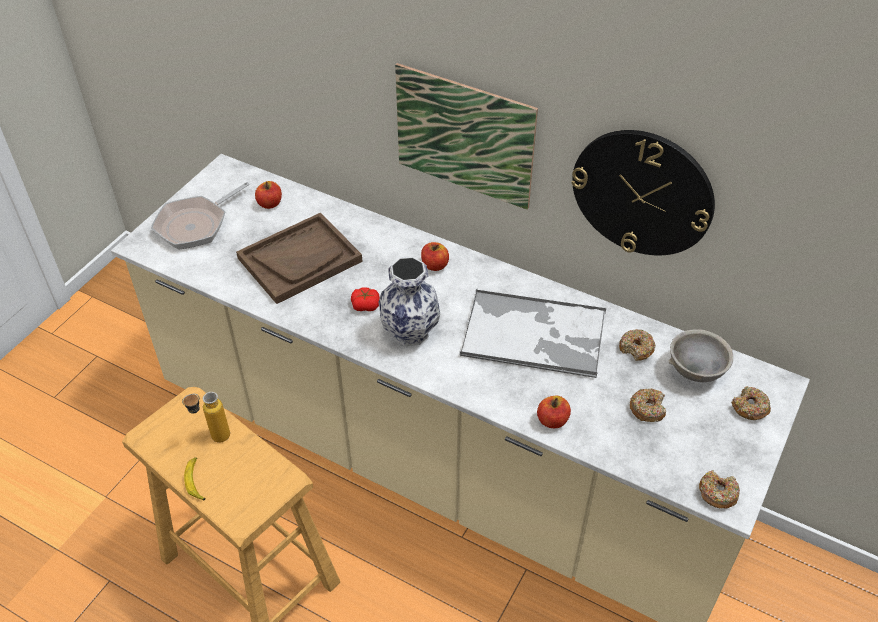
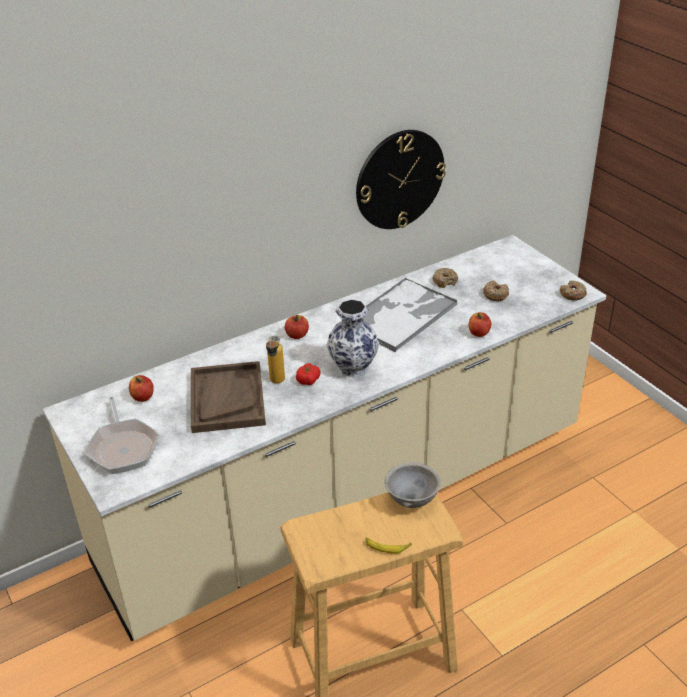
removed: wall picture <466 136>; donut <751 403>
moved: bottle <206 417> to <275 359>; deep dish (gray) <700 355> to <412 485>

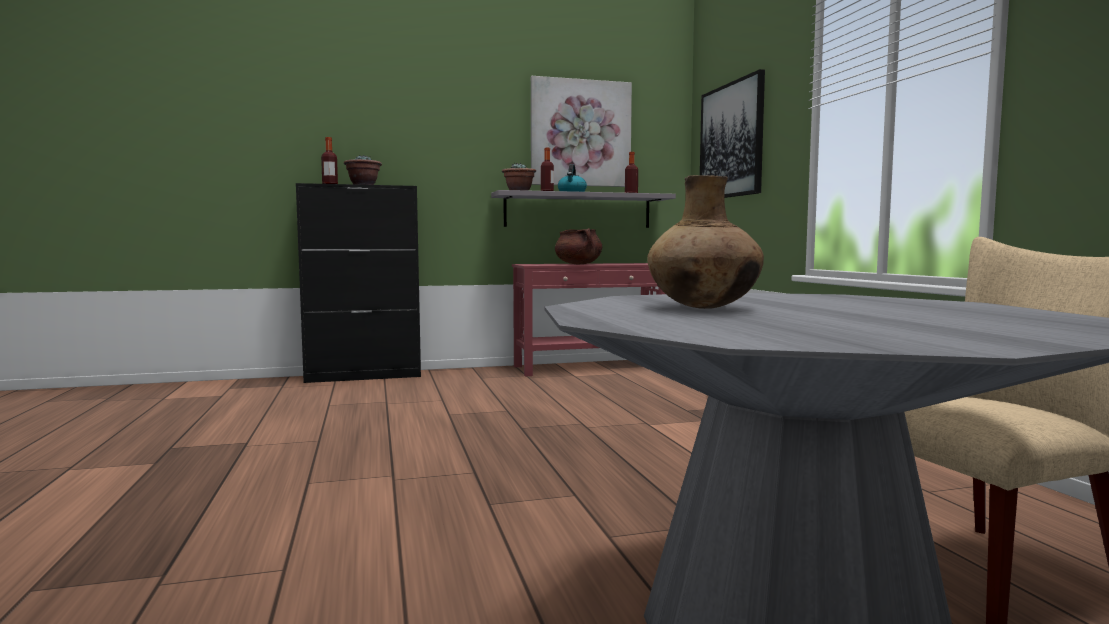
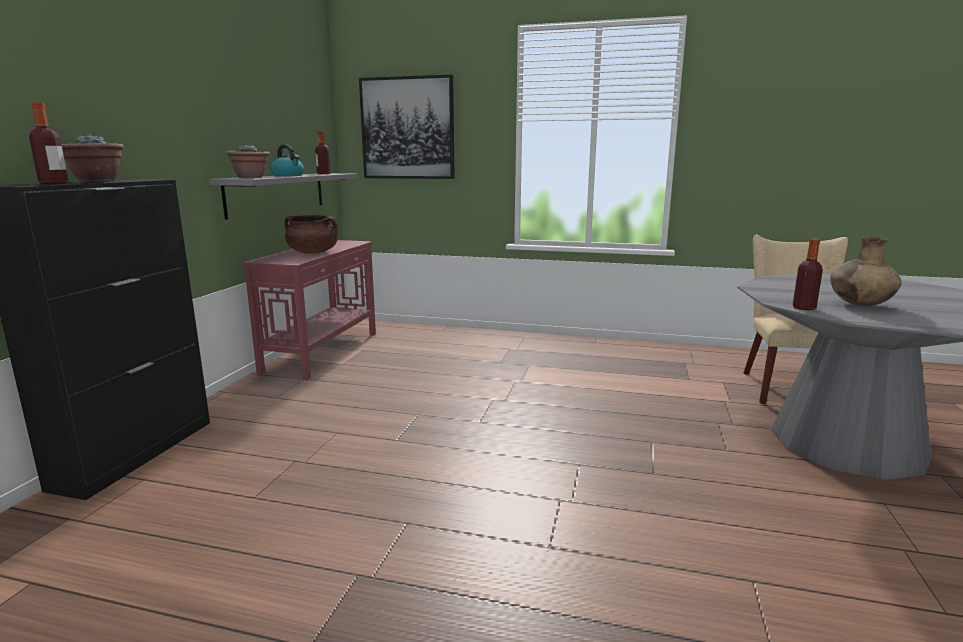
removed: wall picture <581 131>
moved: bottle <547 169> to <808 274>

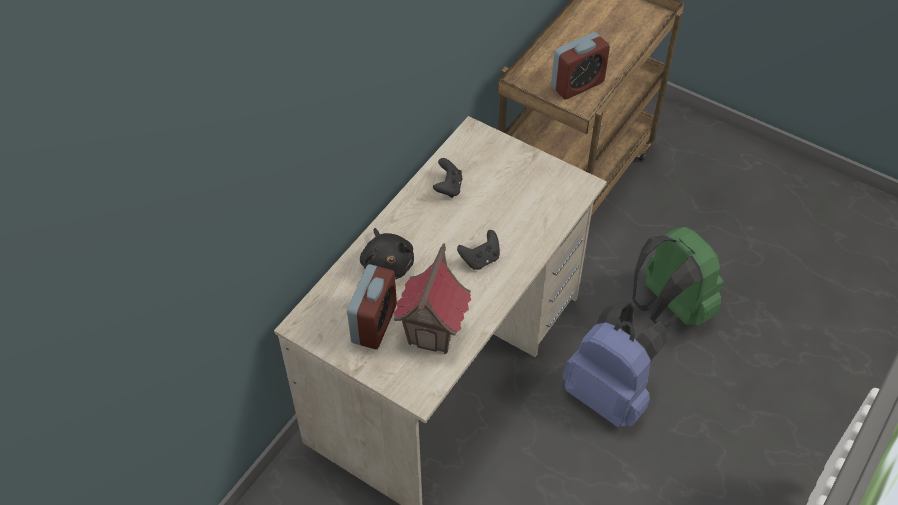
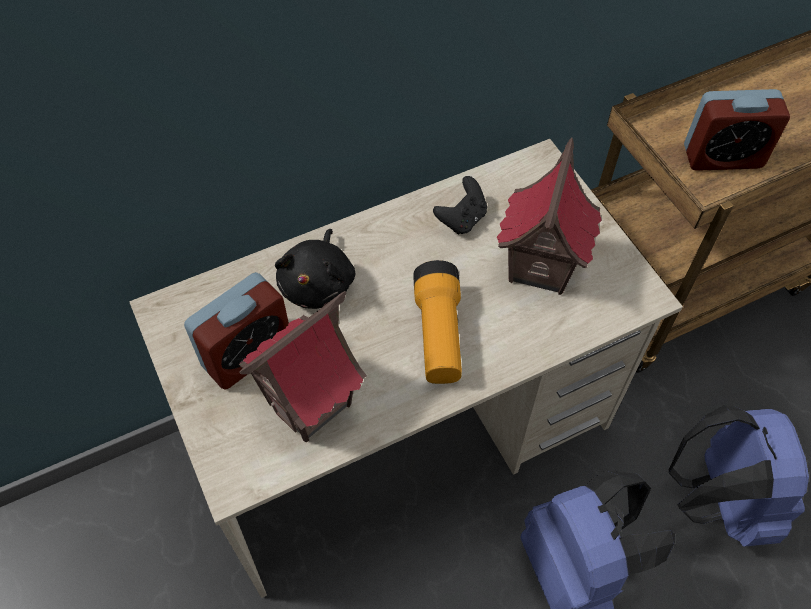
added: model house <549 216>
replaced: game controller (blackish) <478 250> to flashlight <437 322>
recoloured: backpack (greenish) <678 277> to backpack (blue-coloured) <739 476>

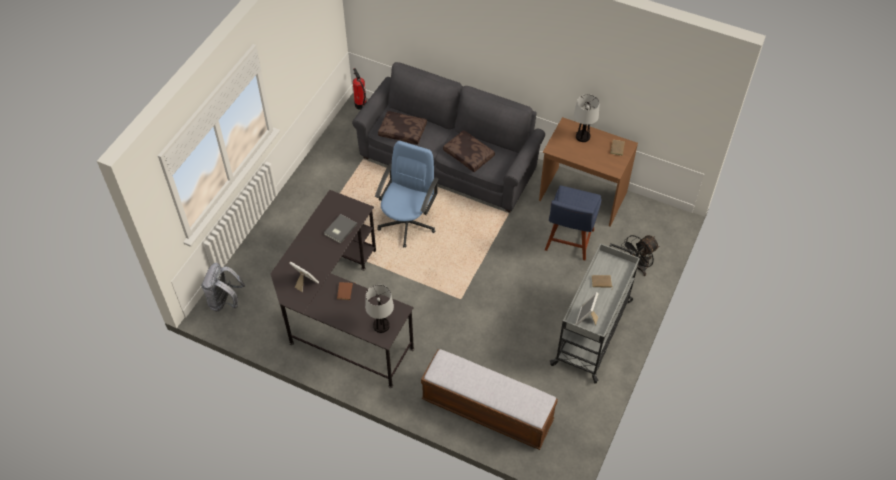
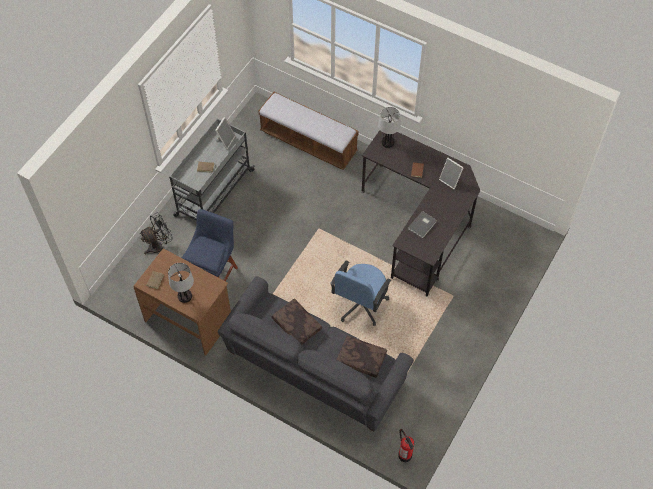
removed: backpack (gray) <223 287>

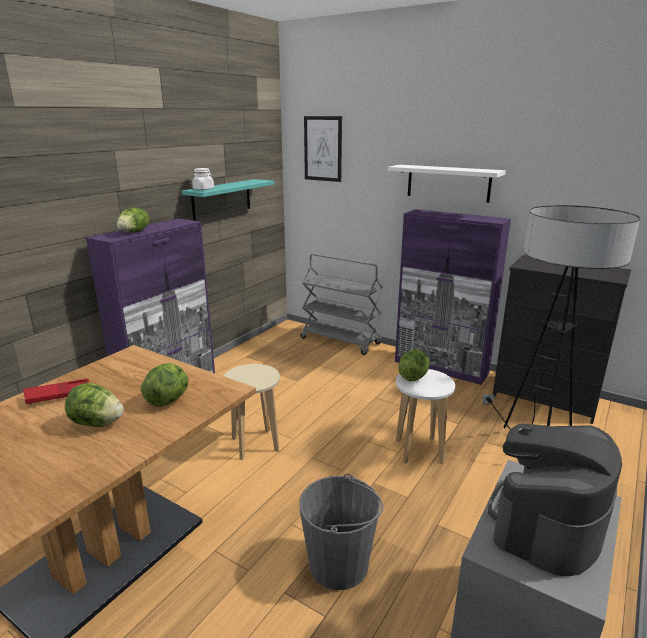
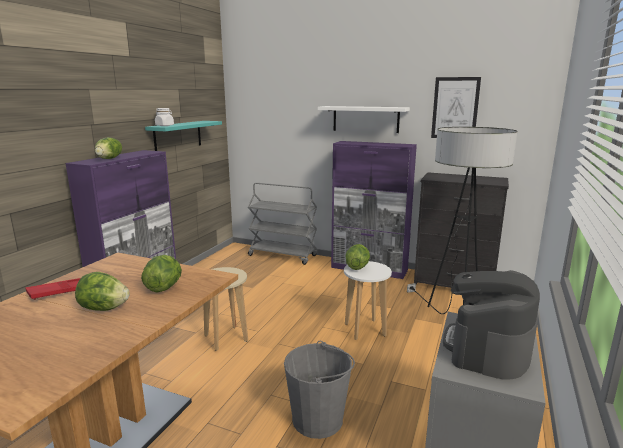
moved: wall picture <323 149> to <456 107>

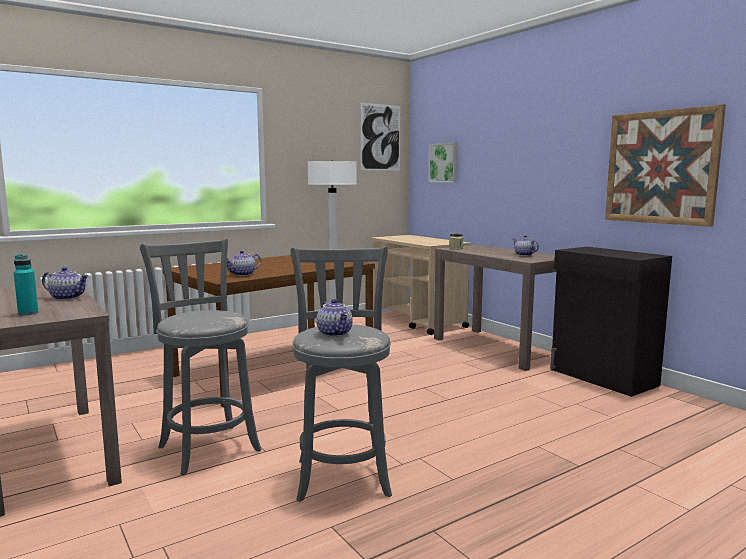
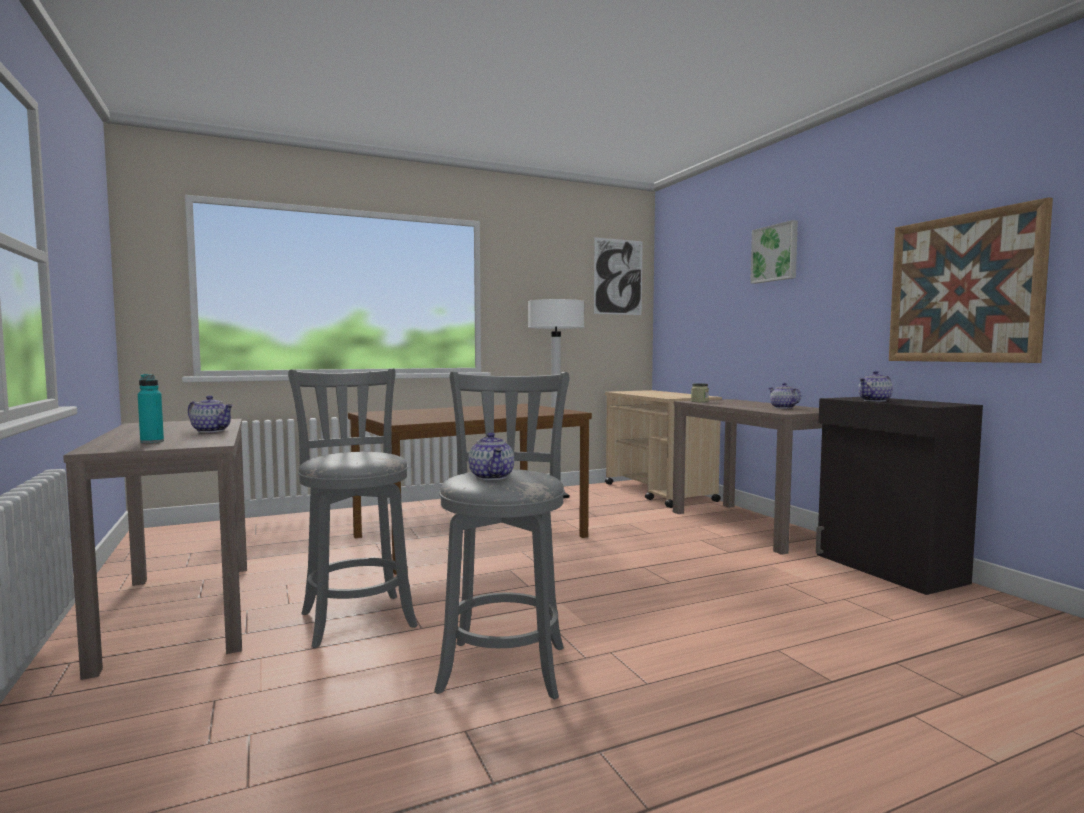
moved: wall picture <443 162> to <774 252>; tea pot <244 263> to <875 386>

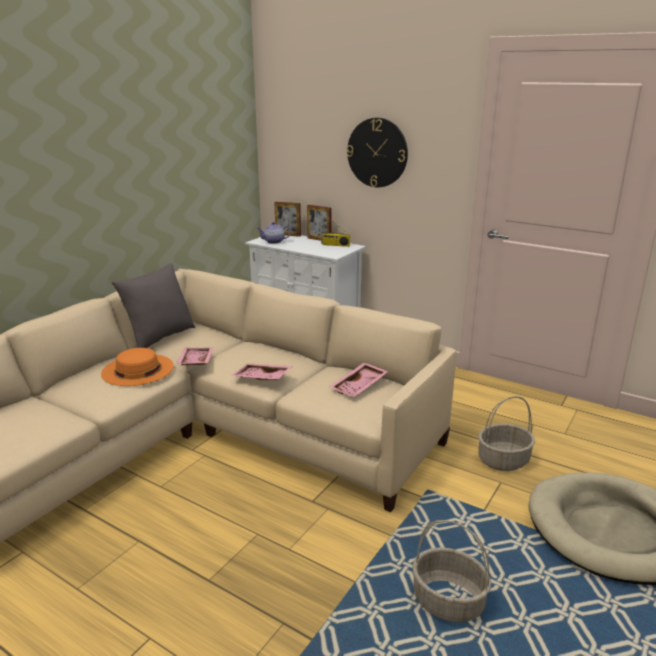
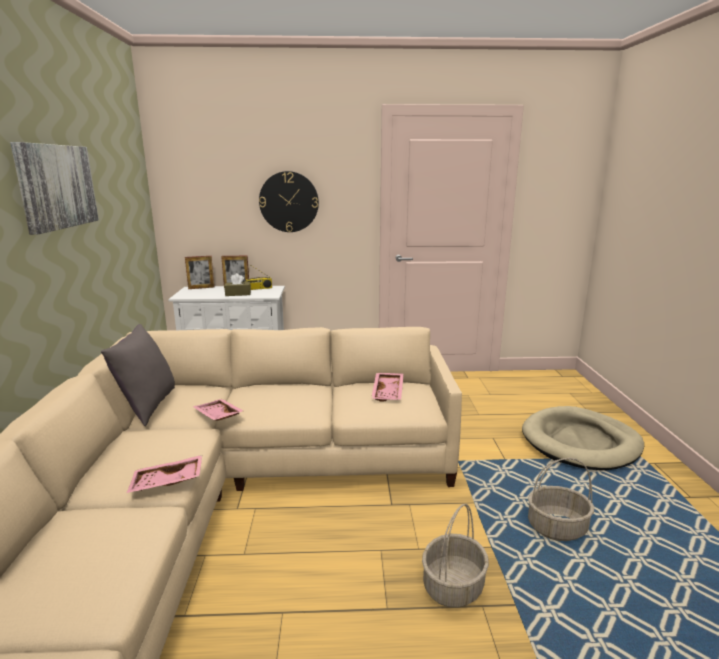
removed: wearable hat (orangey) <137 367>; tea pot <274 233>
added: wall picture <54 188>; box of tissues (brown-coloured) <237 284>
moved: serving tray (pink) <261 371> to <164 474>; household basket <506 433> to <455 556>

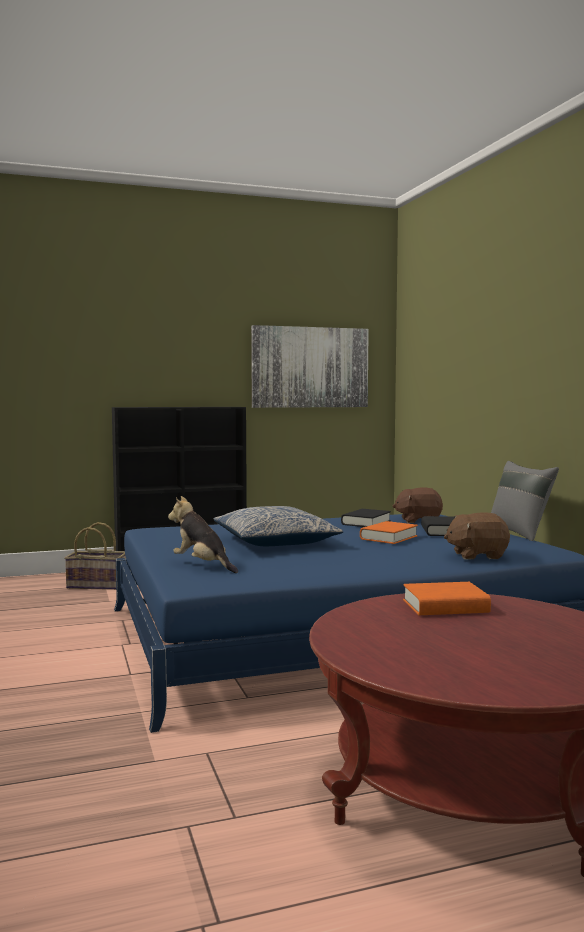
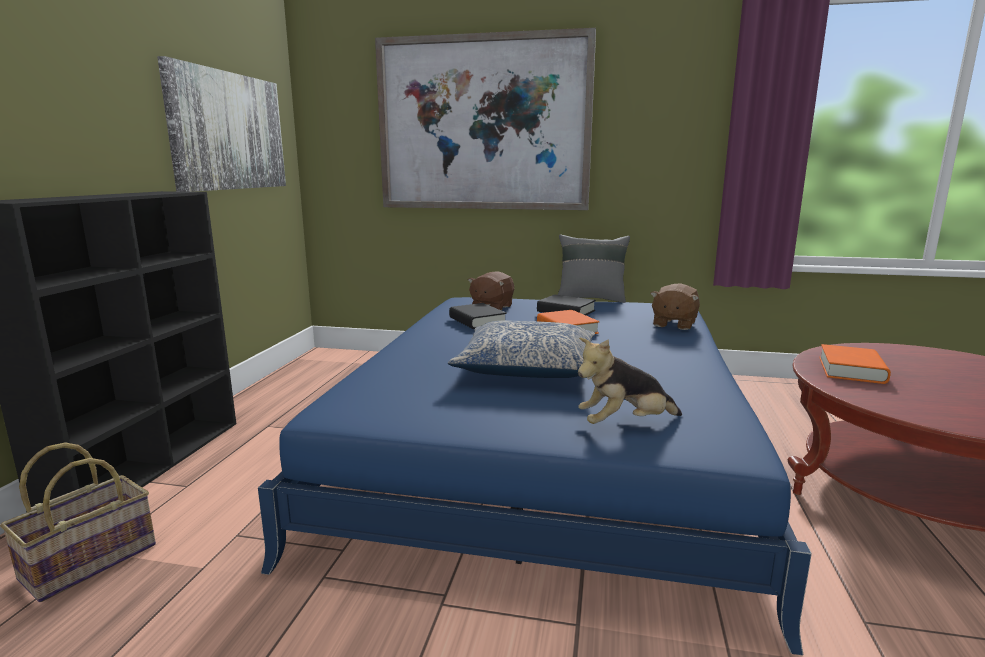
added: wall picture <485 119>

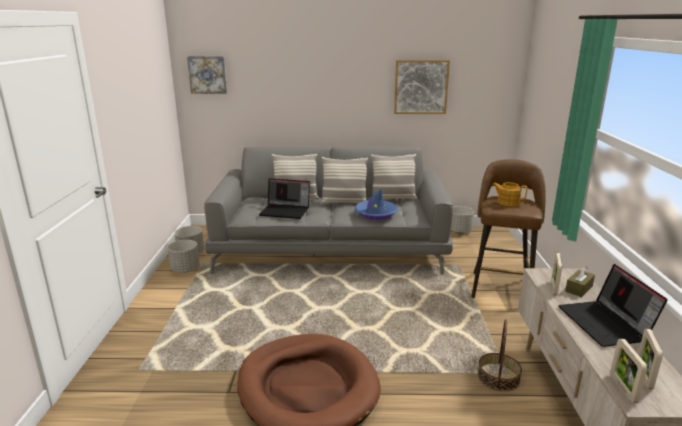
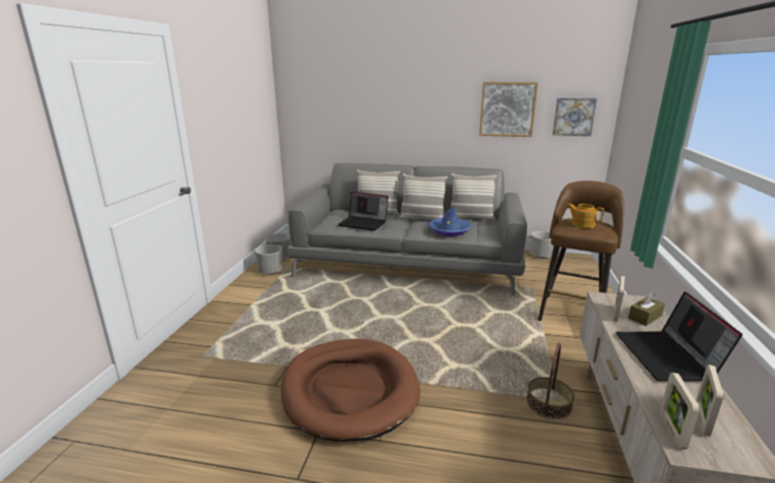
moved: wall picture <207 75> to <575 117>

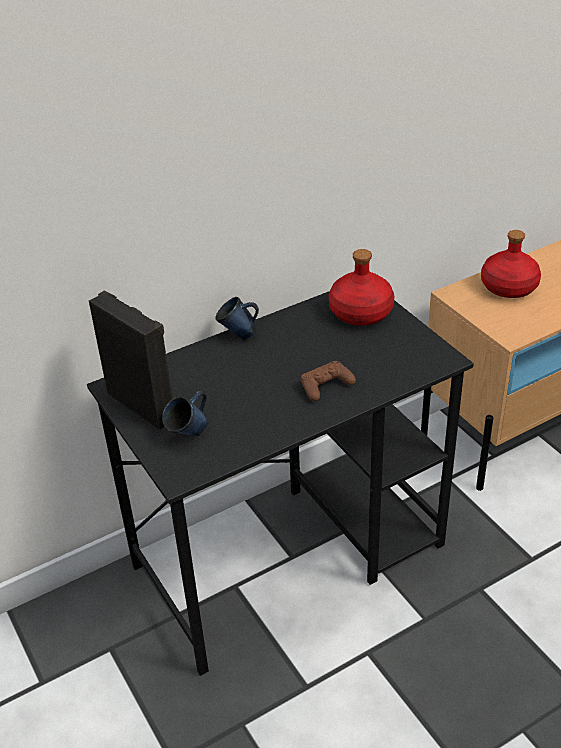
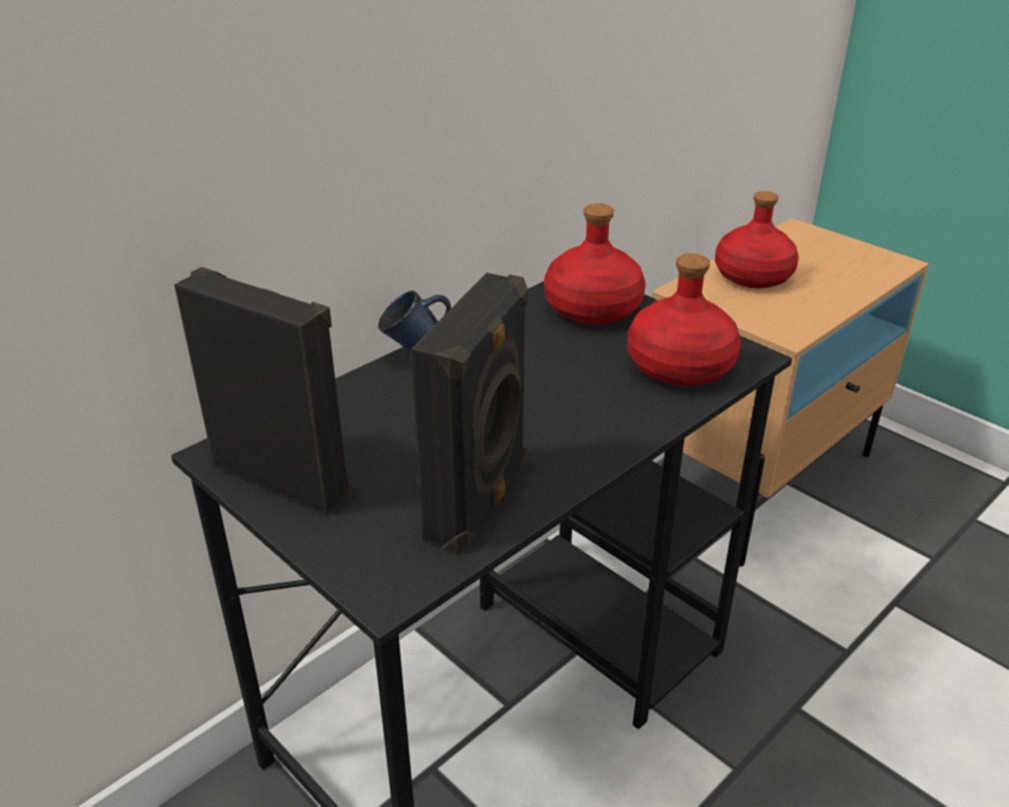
removed: mug (blue-coloured) <185 413>; game controller (brown-coloured) <328 381>
added: speaker (blackish) <469 413>; bottle (red) <684 319>

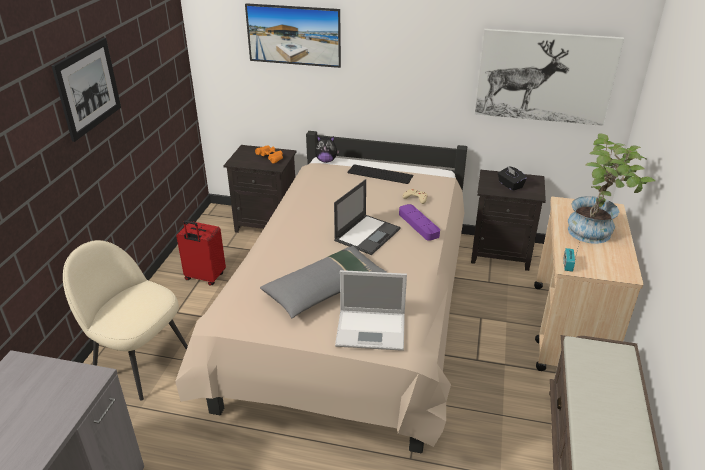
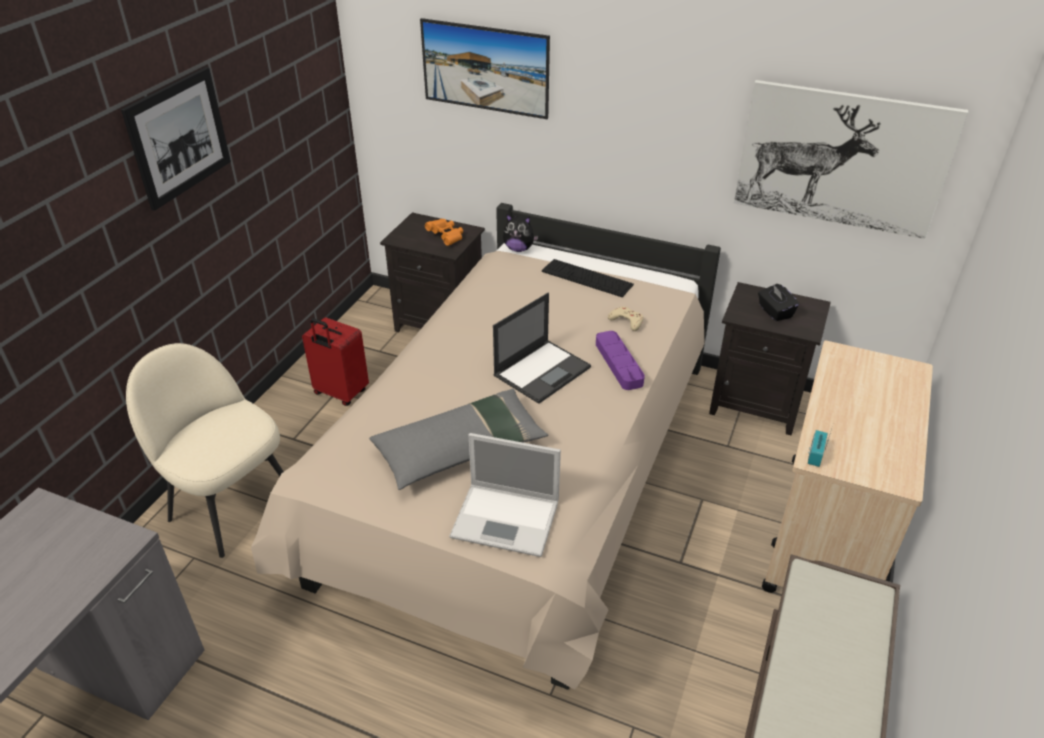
removed: potted plant <611 188>

